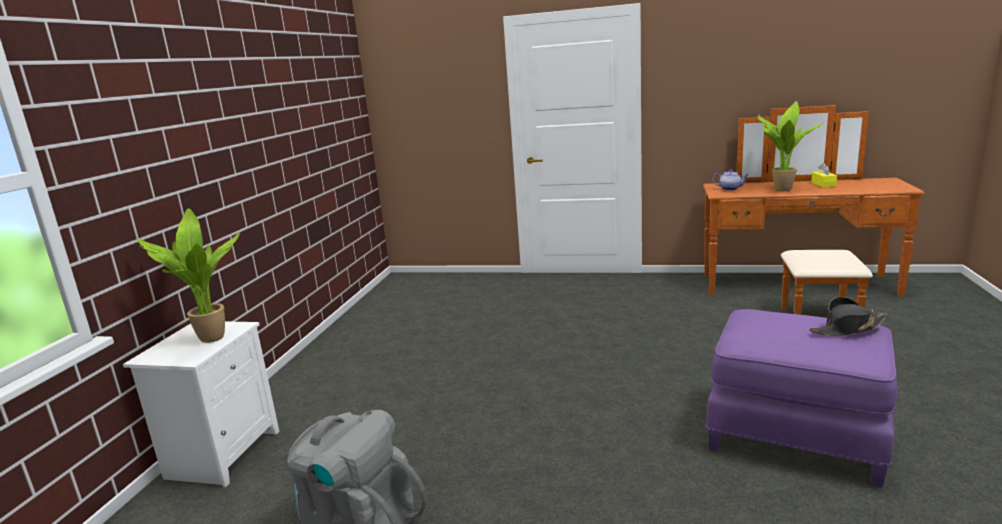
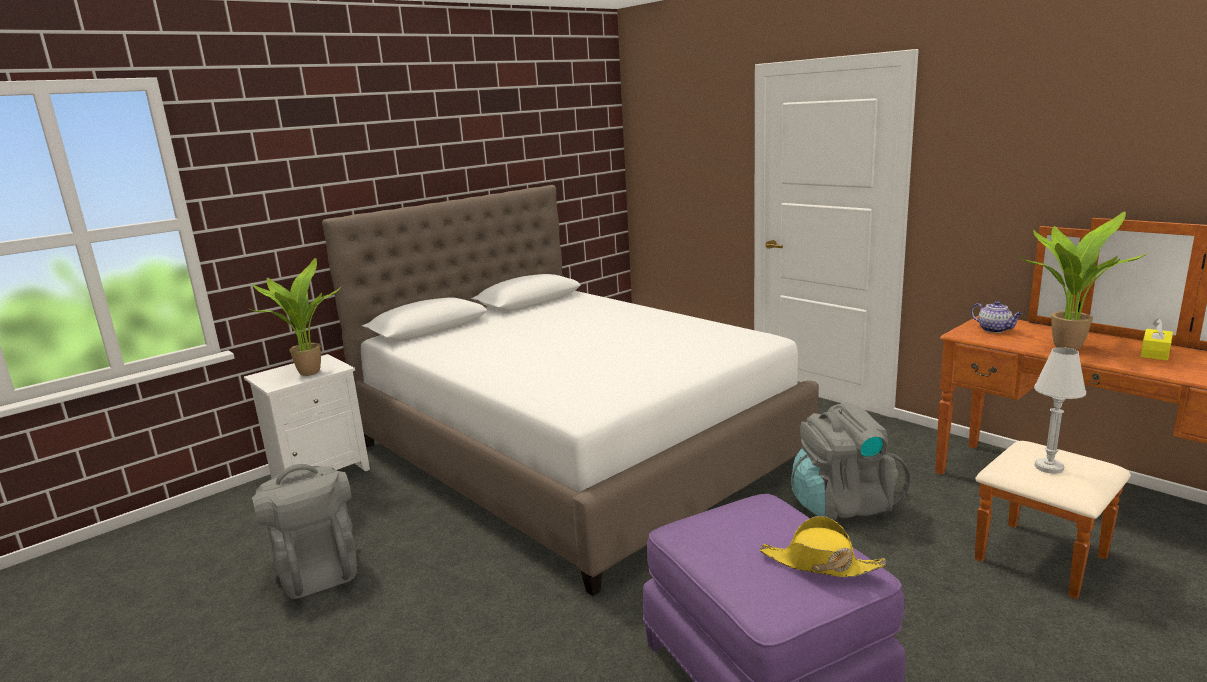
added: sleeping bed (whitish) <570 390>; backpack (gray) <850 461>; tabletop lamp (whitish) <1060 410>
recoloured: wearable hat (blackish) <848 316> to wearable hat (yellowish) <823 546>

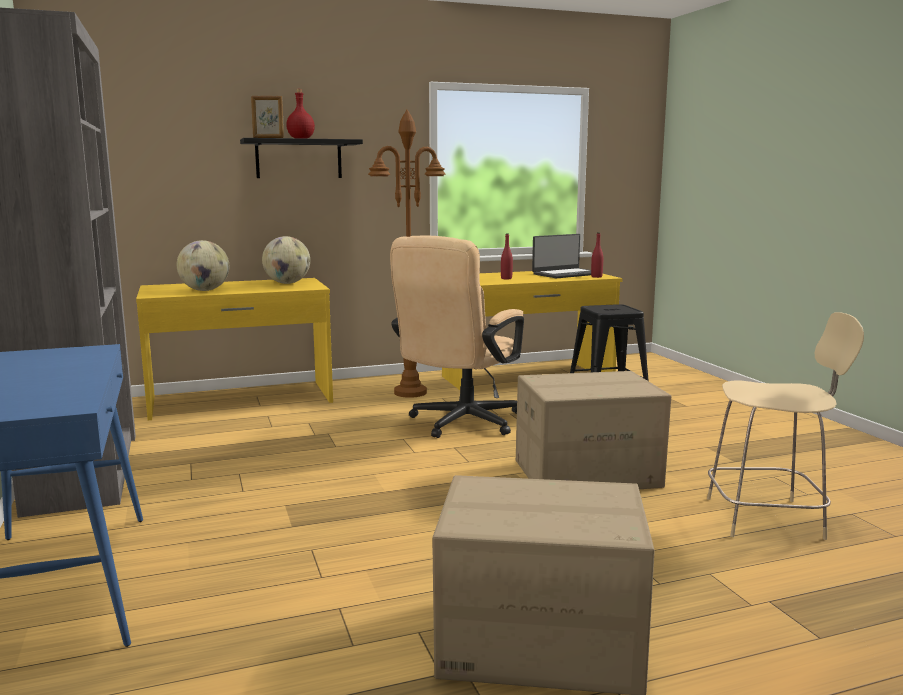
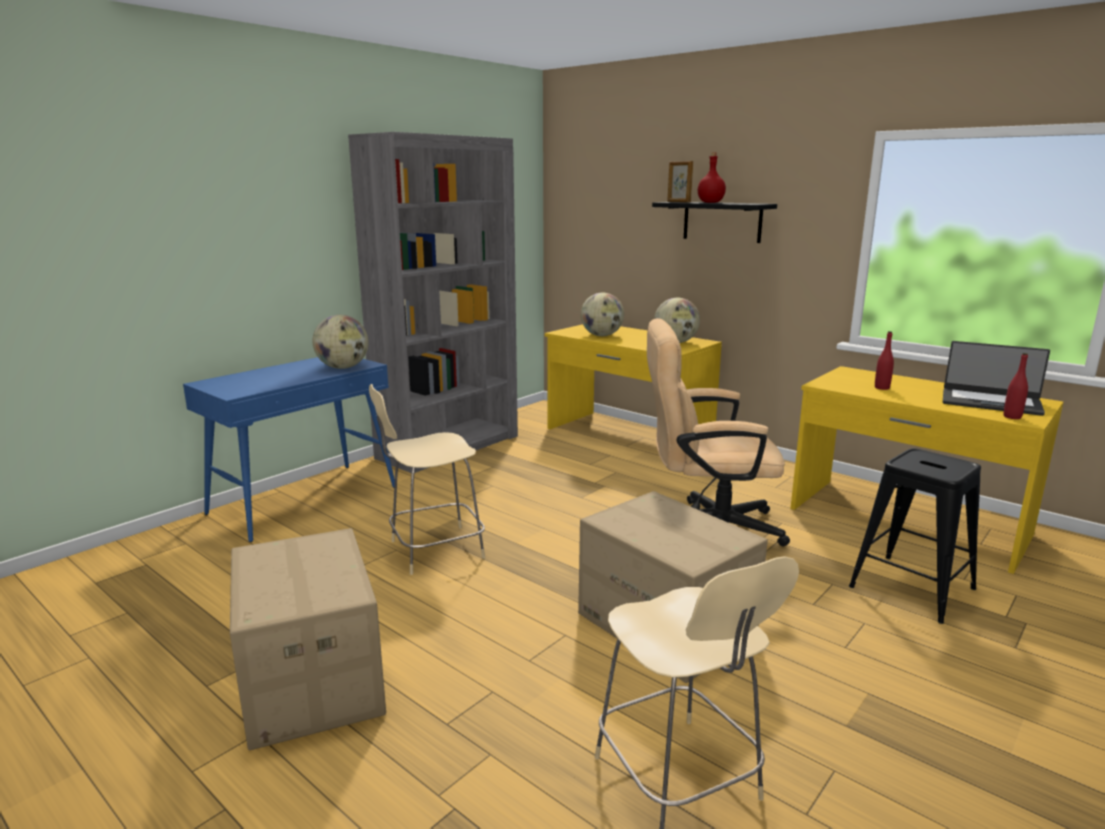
removed: standing lamp (brown-coloured) <407 254>
added: world globe <341 342>; upright chair (beige) <427 479>

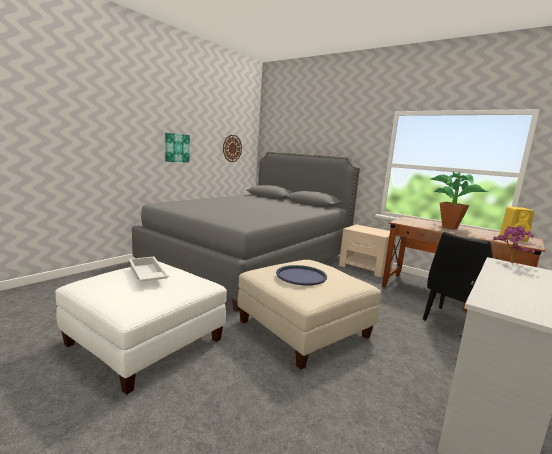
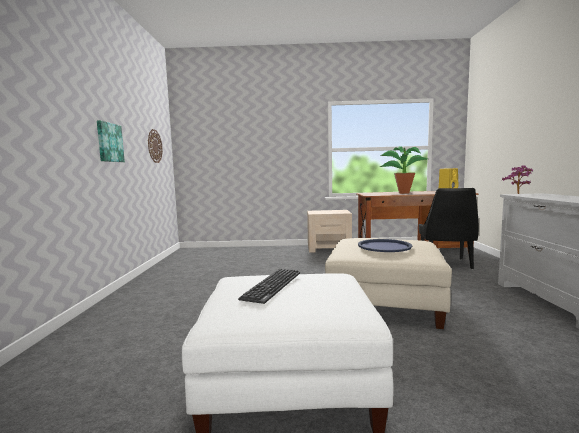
removed: sleeping bed (gray) <246 231>
replaced: serving tray (whitish) <149 269> to keyboard <269 286>

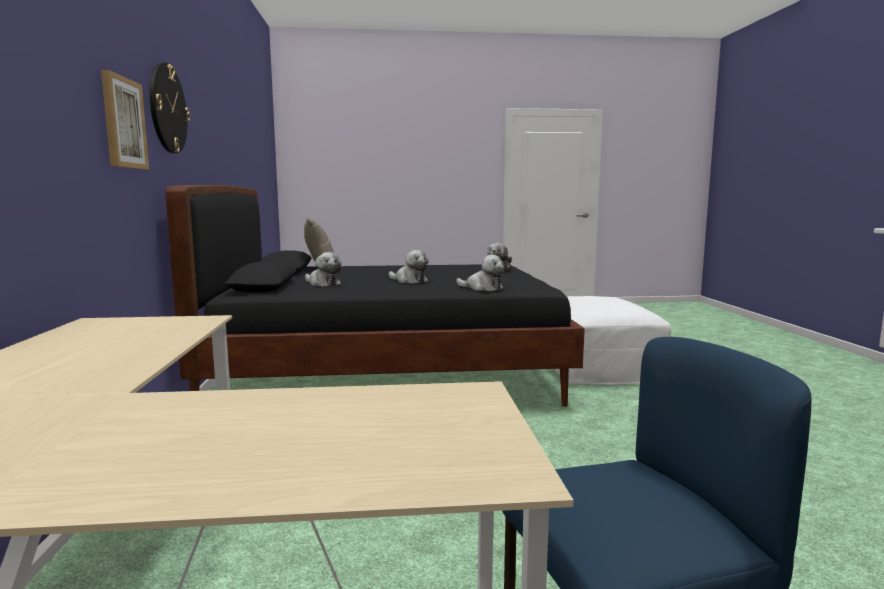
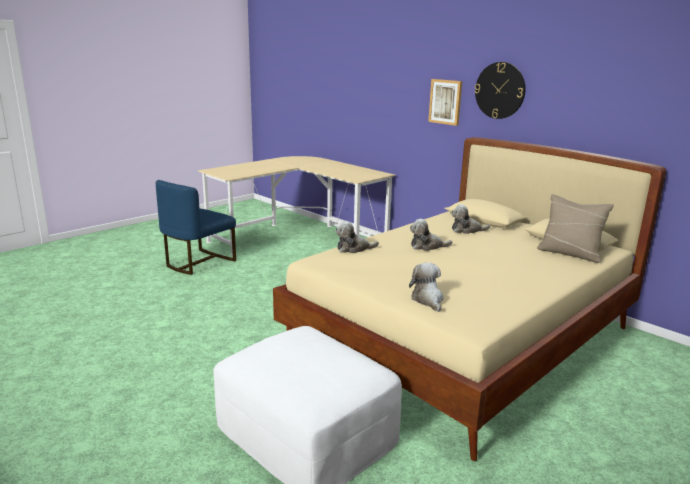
recoloured: sleeping bed (blackish) <375 296> to sleeping bed (beige) <469 299>

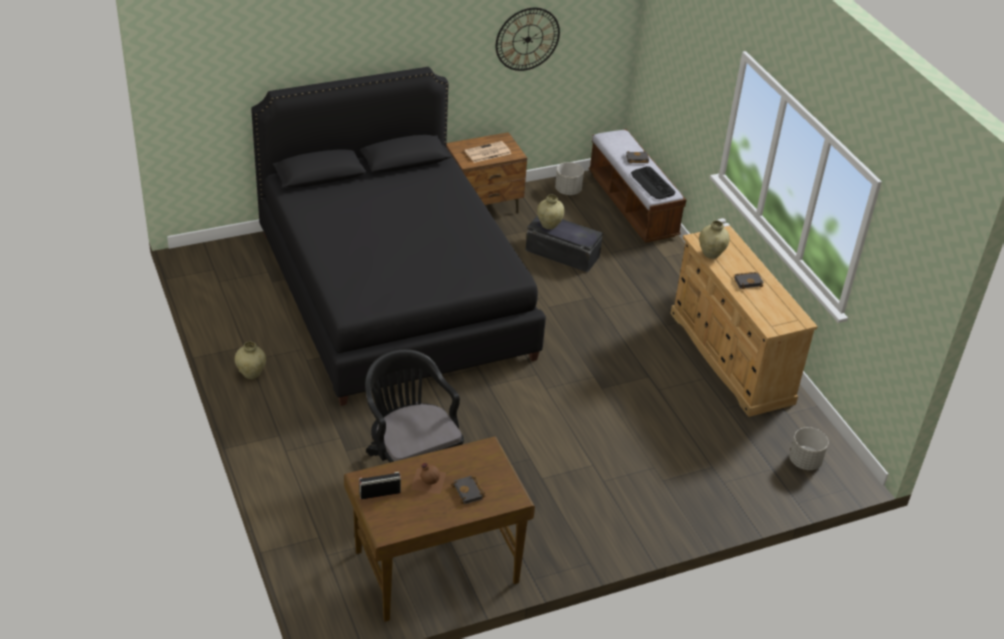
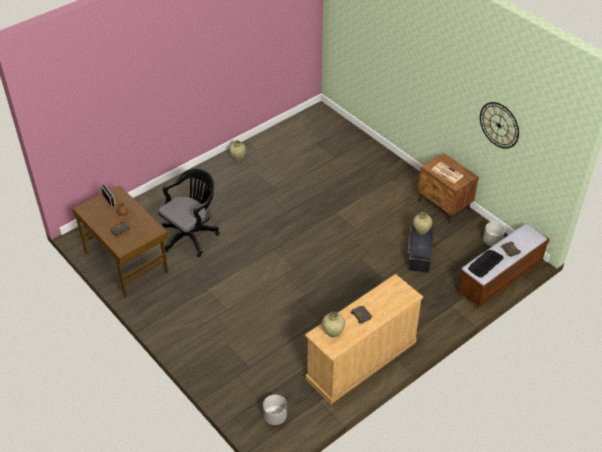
removed: sleeping bed (blackish) <398 236>
moved: flower vase (beige) <714 240> to <333 324>

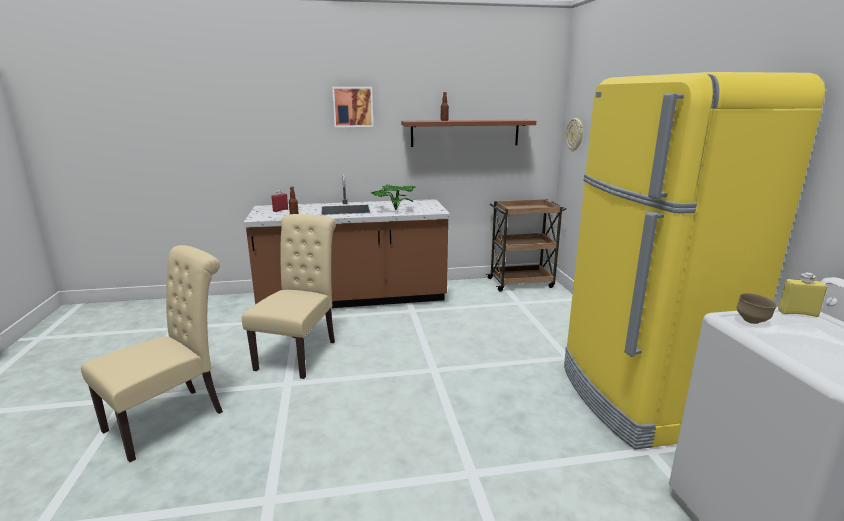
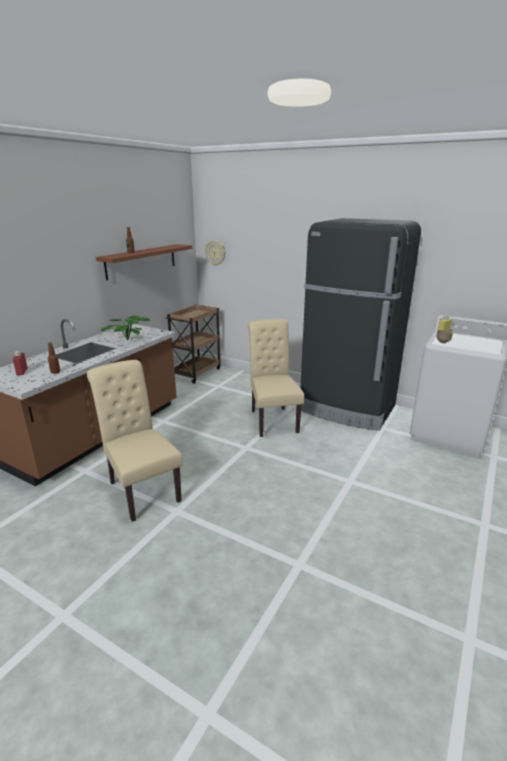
removed: wall picture <352 107>
moved: upright chair (beige) <152 353> to <276 378>
recoloured: fridge (yellowish) <694 261> to fridge (blackish) <361 324>

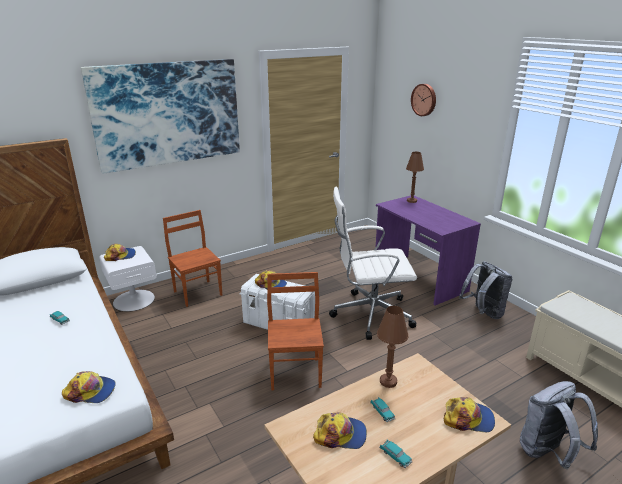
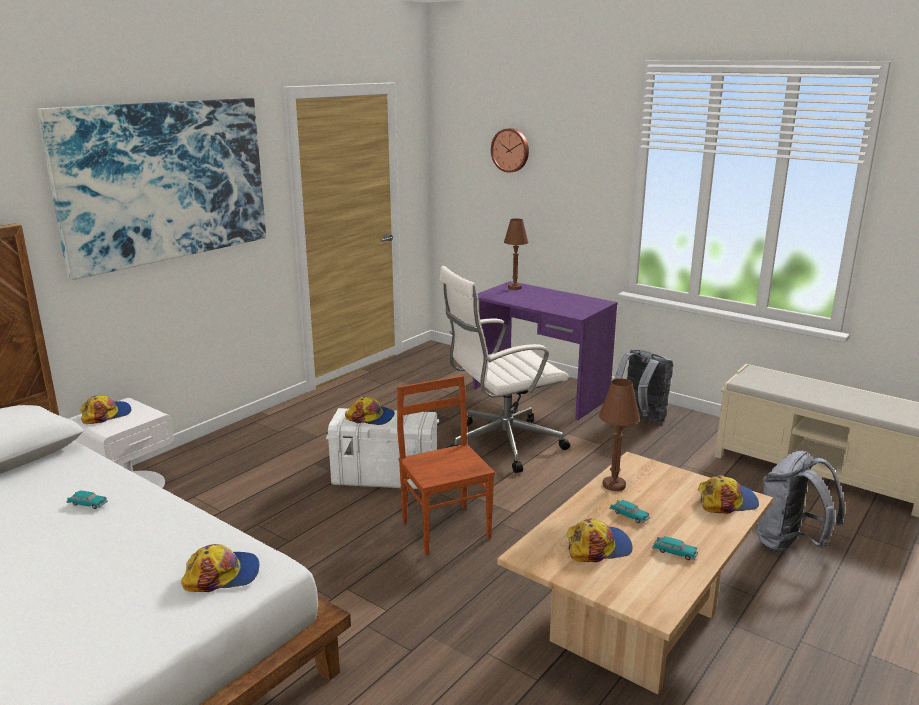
removed: upright chair (brown-coloured) <192 258>

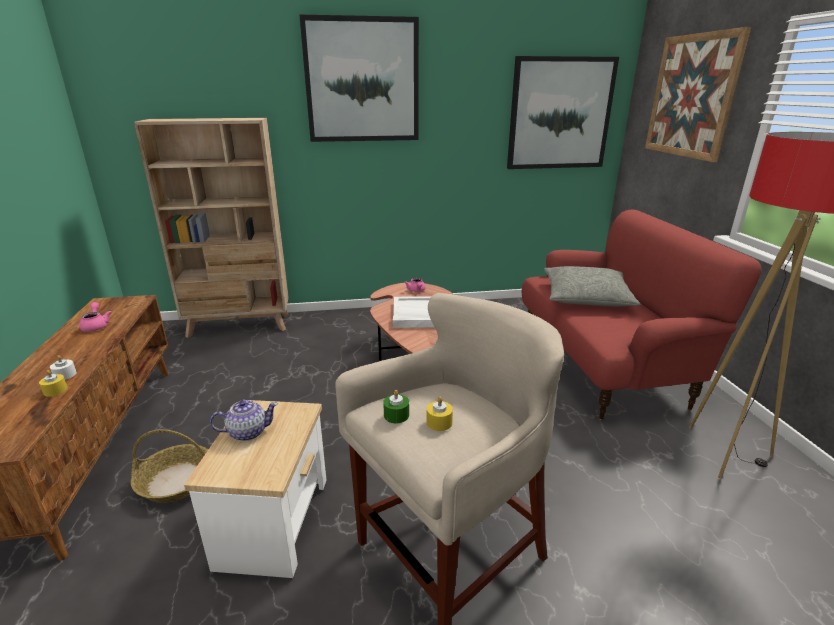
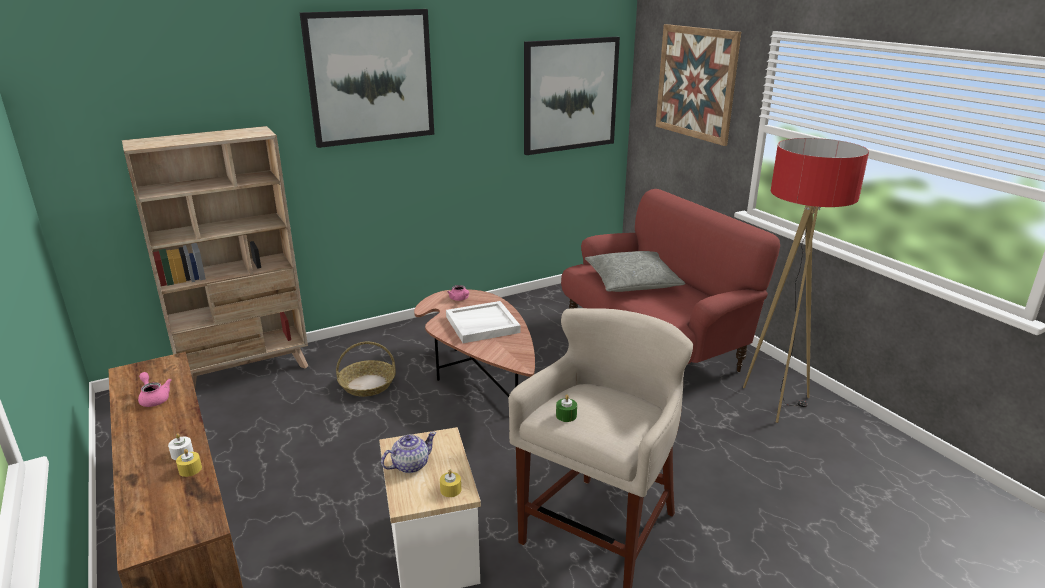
moved: household basket <169 466> to <366 369>; wax light (yellowish) <439 414> to <450 483>

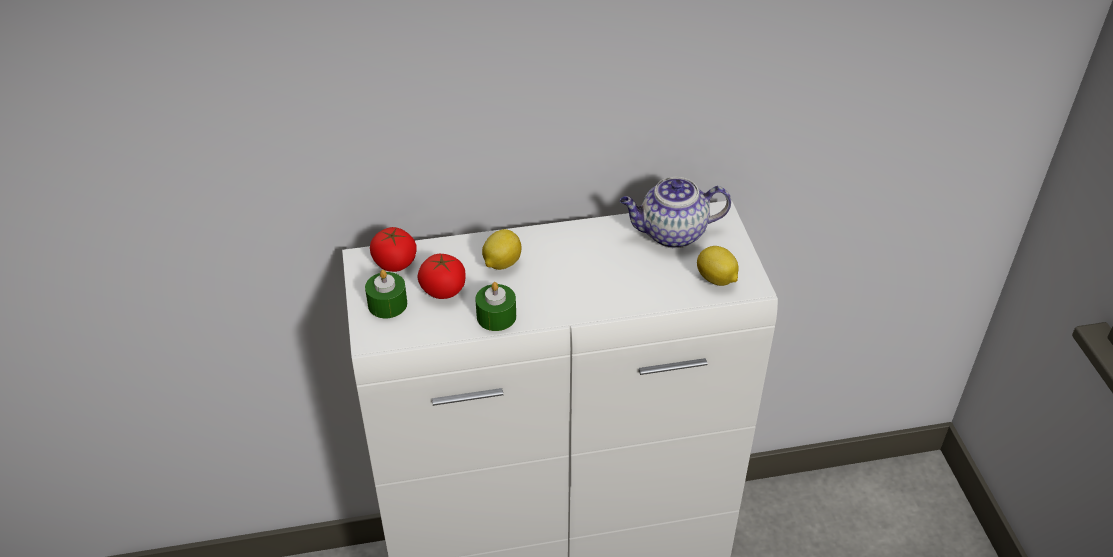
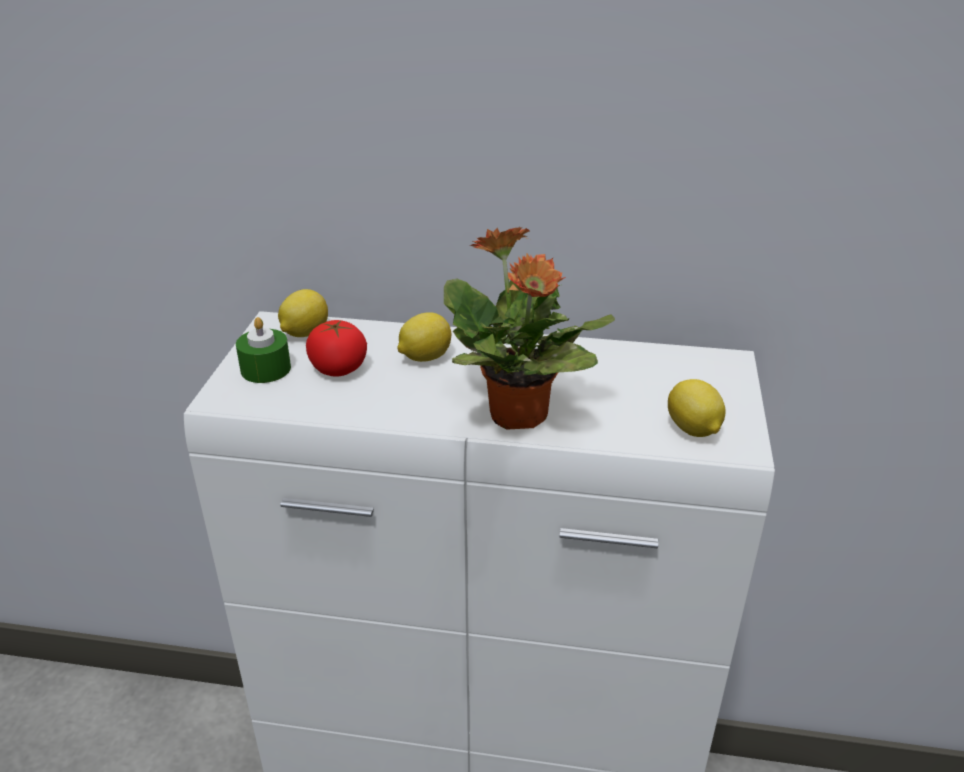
removed: wax light (greenish) <495 306>; tea pot <675 212>
added: potted plant <529 328>
replaced: whole tomato <393 249> to citrus fruit <303 313>

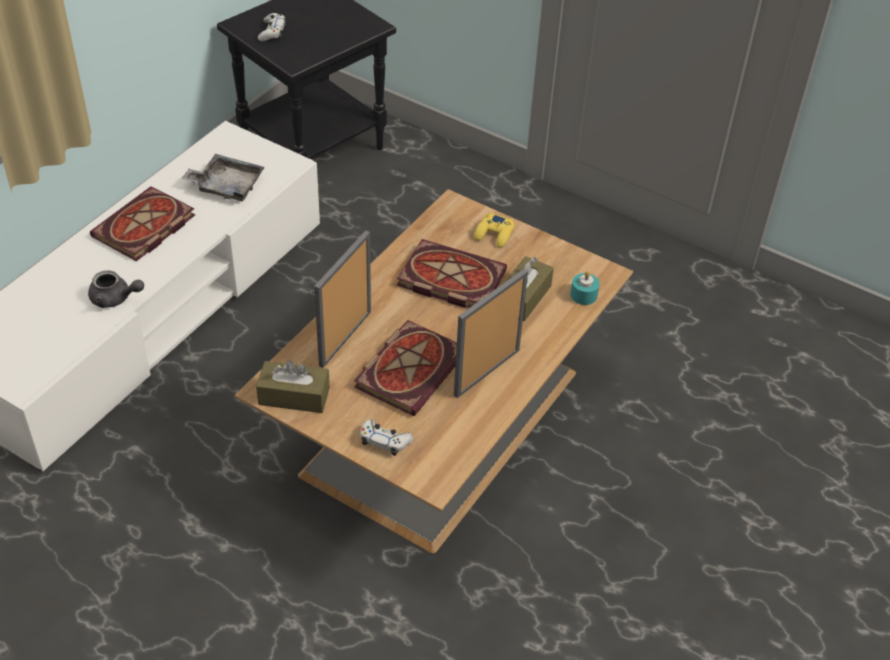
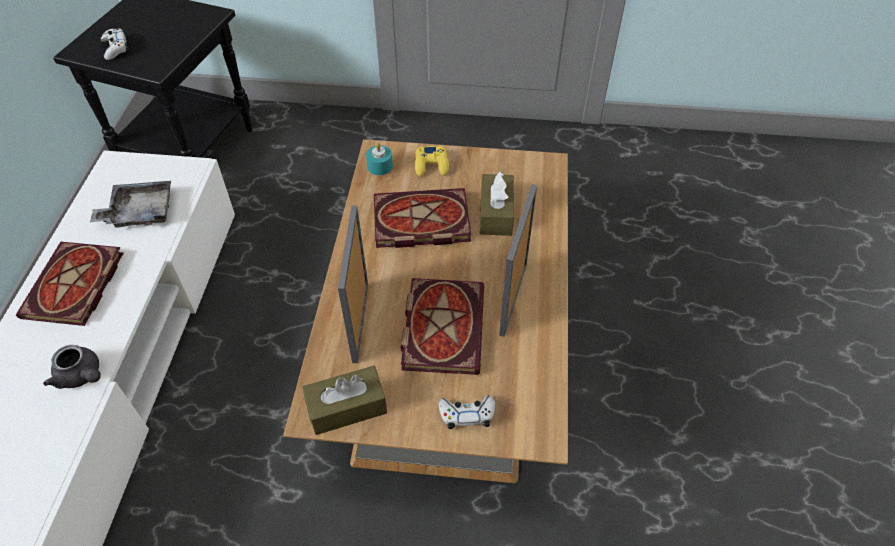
moved: wax light (turquoise) <585 288> to <379 159>
turned: tea pot (gray) <116 289> = <72 367> 45 degrees clockwise

